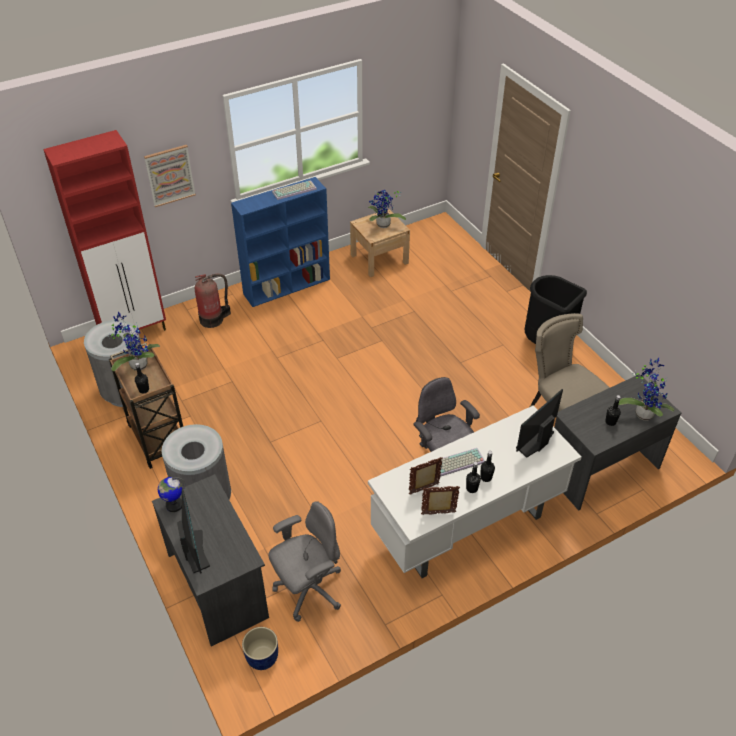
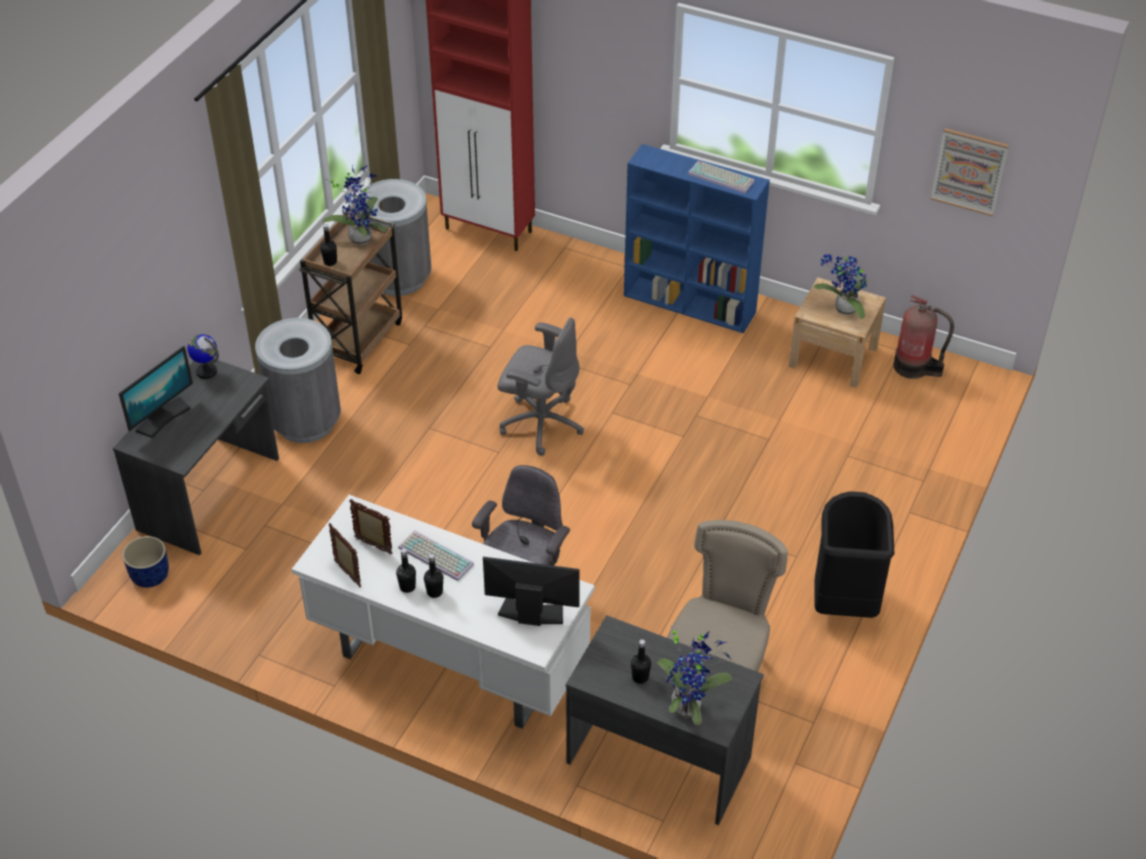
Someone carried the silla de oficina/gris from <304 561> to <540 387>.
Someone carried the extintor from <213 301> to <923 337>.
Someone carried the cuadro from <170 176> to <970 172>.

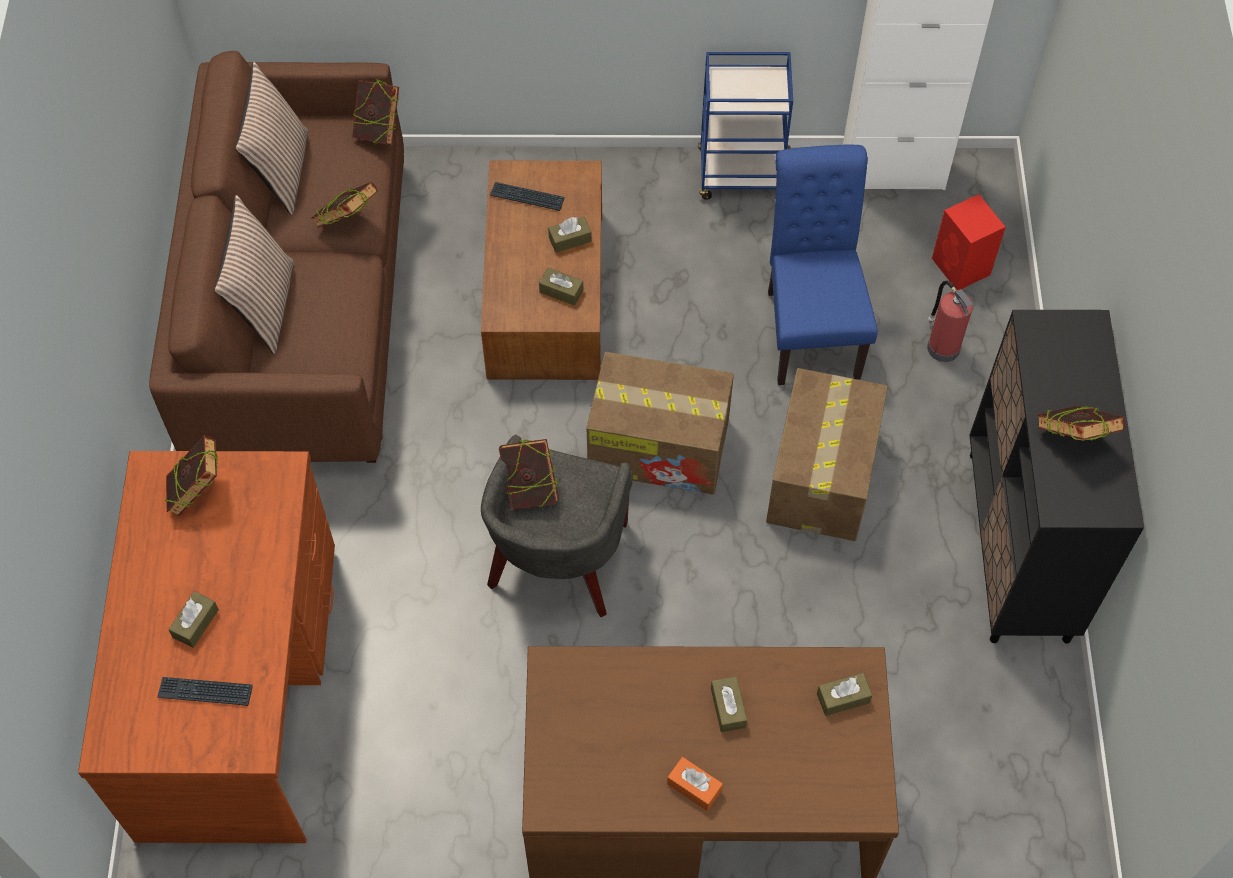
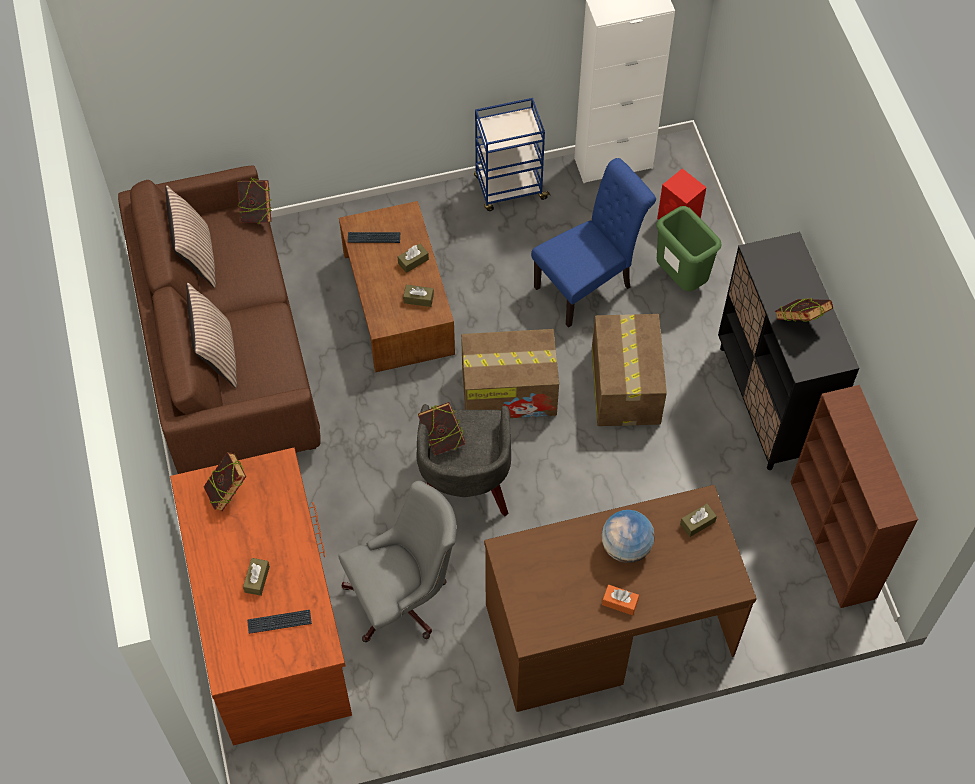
Someone put down the silla de oficina/gris at <398 561>.
Someone rotated the silla/azul at <823 265> by 75 degrees clockwise.
Someone swapped the caja de pañuelos/marrón at <729 704> for the globo terráqueo at <628 536>.
Someone swapped the extintor at <950 321> for the papelera/verde at <689 248>.
Someone put down the estantería/marrón at <854 496>.
Someone took away the libro at <344 205>.

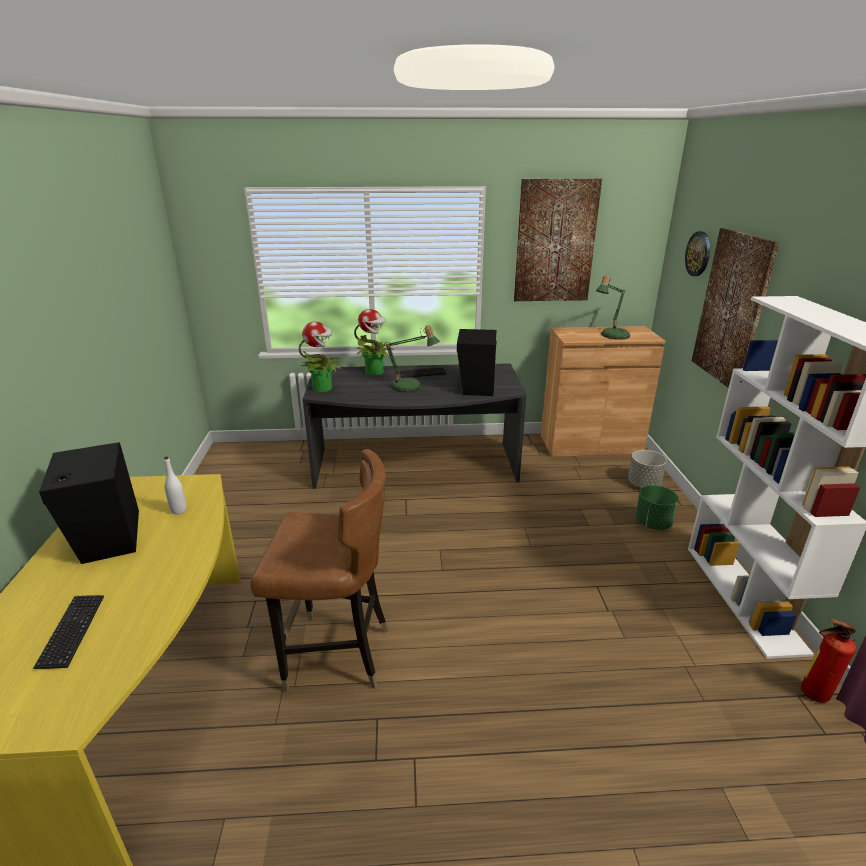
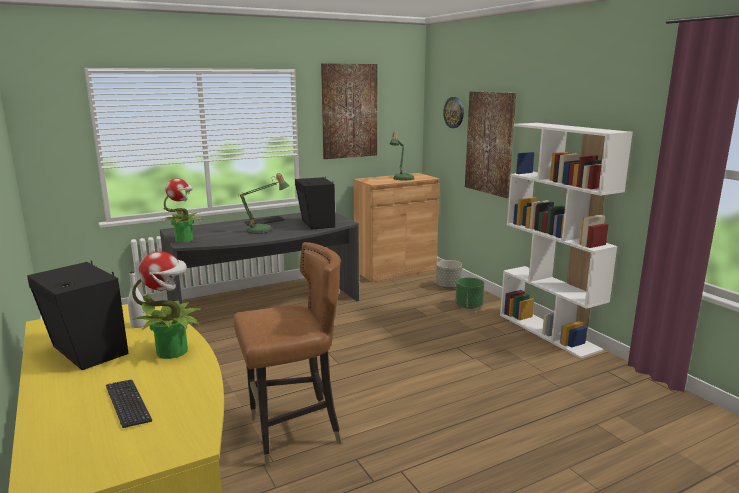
Someone carried the planta en maceta from <373 342> to <167 305>.
Someone took away the extintor at <828 660>.

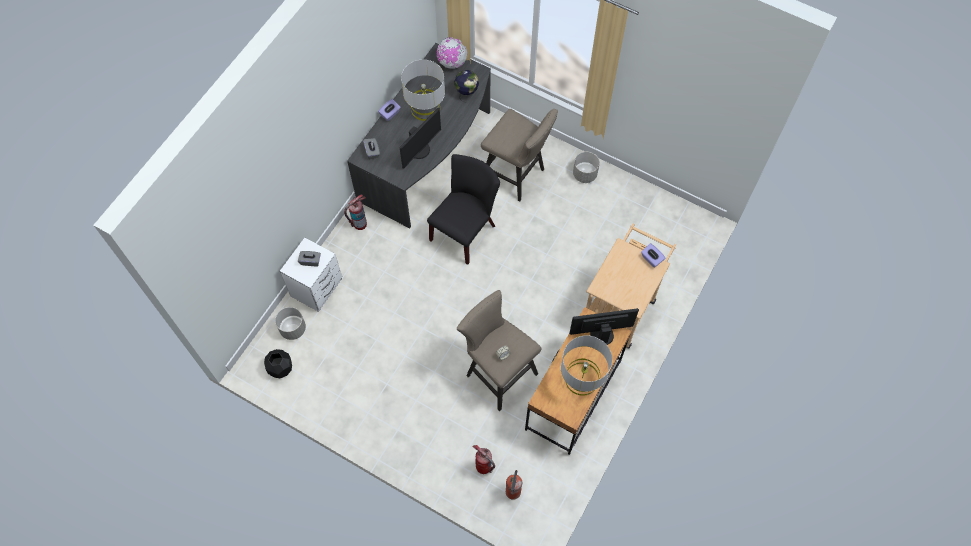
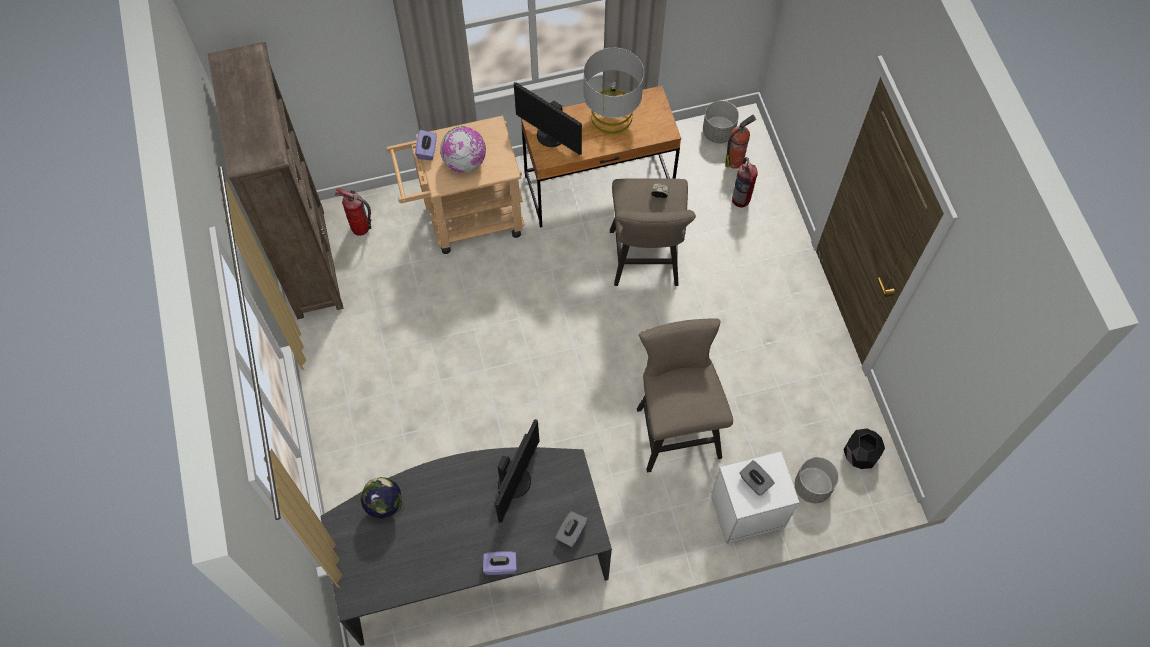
Someone put down the estantería/marrón at <276 180>.
Someone carried the extintor from <355 212> to <353 212>.
Someone carried the globo terráqueo from <452 53> to <463 149>.
Someone rotated the monitor at <420 138> by 120 degrees clockwise.
Someone carried the taburete/beis from <519 155> to <685 395>.
Someone carried the maceta/gris from <586 167> to <721 122>.
Someone took away the lámpara de mesa/gris at <423 90>.
Someone took away the silla/negro at <463 209>.

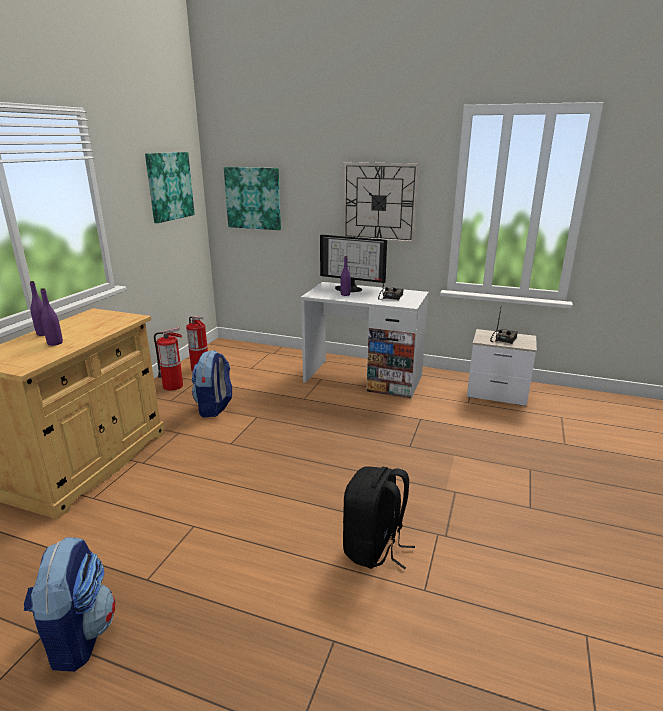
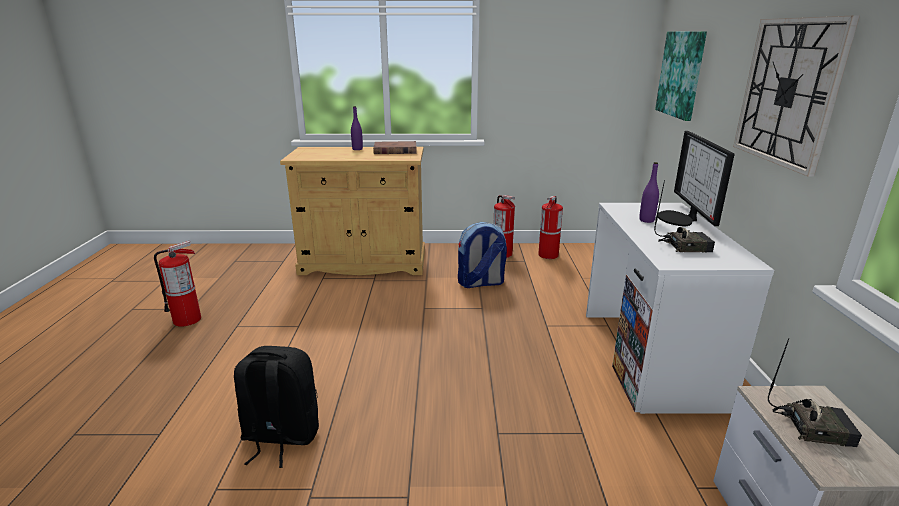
Someone swapped the mochila at <69 604> for the extintor at <177 284>.
Someone put down the libro/marrón at <395 147>.
Someone took away the botella/morado at <51 317>.
Someone took away the cuadro at <170 187>.

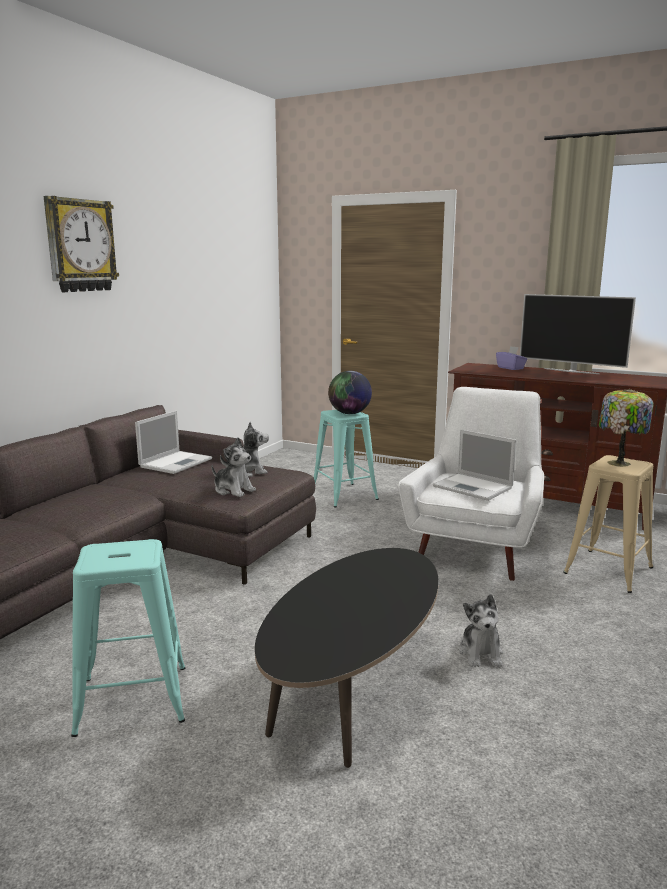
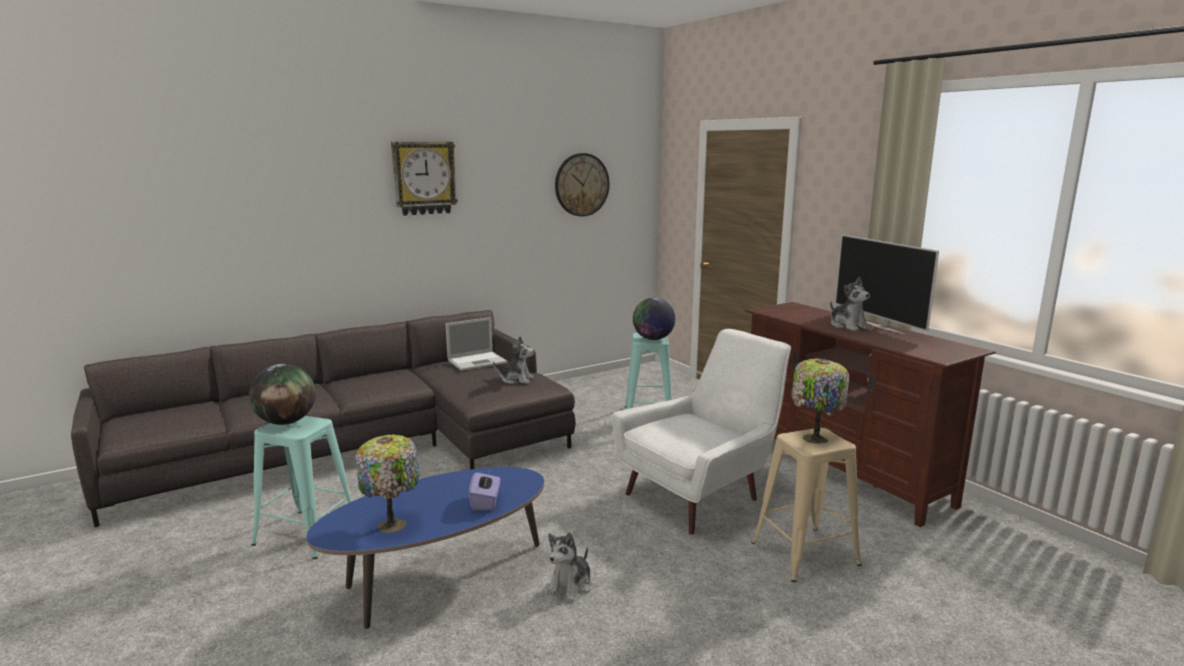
Someone put down the globo terráqueo at <282 394>.
Someone repainted the mesa de centro/negro at <347 658>, which became the mesa de centro/azul at <425 548>.
Someone put down the lámpara de mesa at <388 484>.
Someone carried the caja de pañuelos/morado from <511 358> to <484 491>.
Someone put up the reloj de pared at <582 184>.
Someone carried the peluche from <234 467> to <850 304>.
Someone took away the portátil at <475 465>.

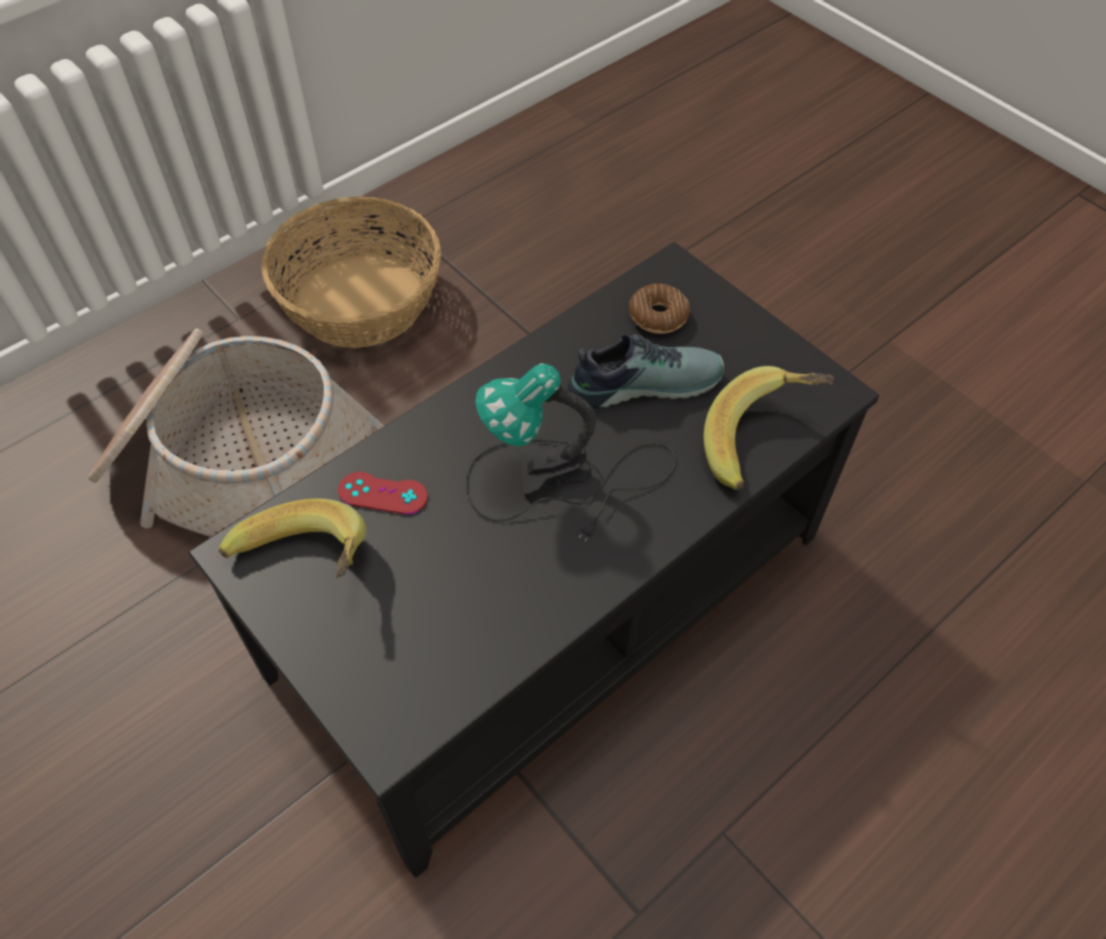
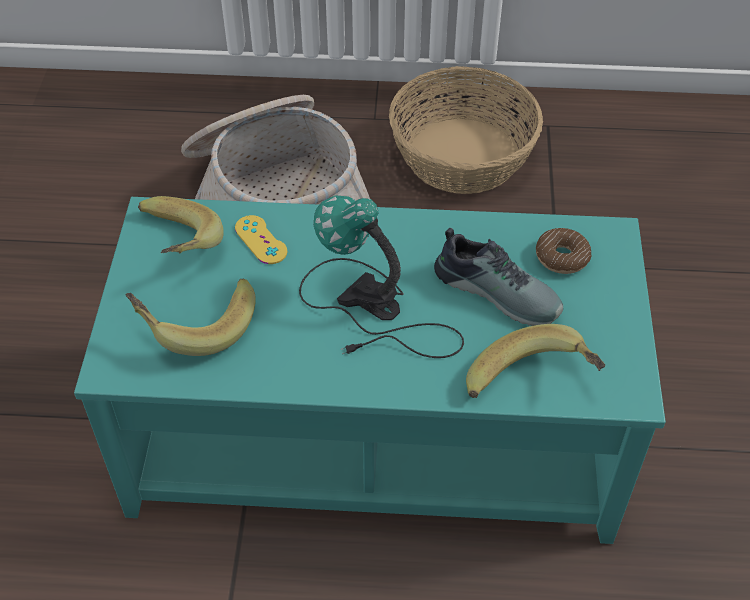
Someone repainted the mesa de centro/negro at <533 560>, which became the mesa de centro/turquesa at <370 370>.
Someone put down the plátano at <190 317>.
Someone repainted the mando de consola/rojo at <383 493>, which became the mando de consola/amarillo at <261 239>.

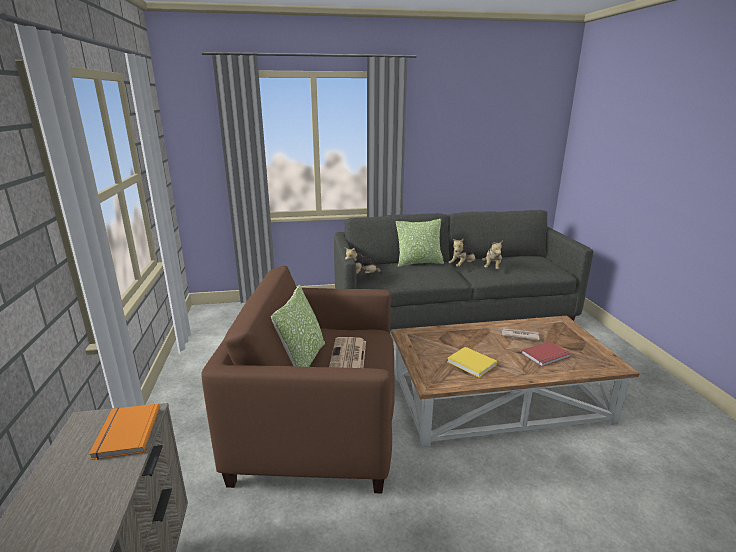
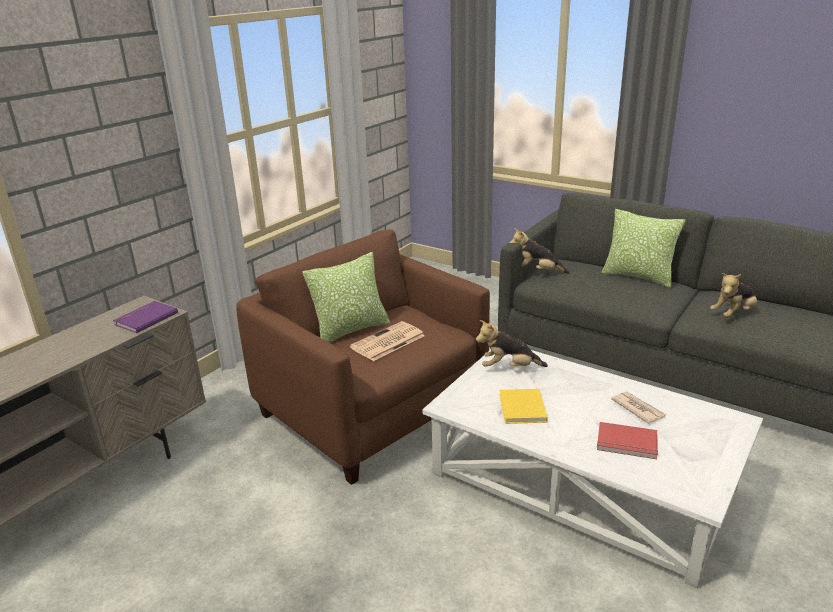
Someone repainted the libro/naranja at <124 432>, which became the libro/morado at <145 317>.
Someone repainted the mesa de centro/marrón at <515 382>, which became the mesa de centro/blanco at <593 469>.
Someone carried the peluche from <462 253> to <512 343>.

